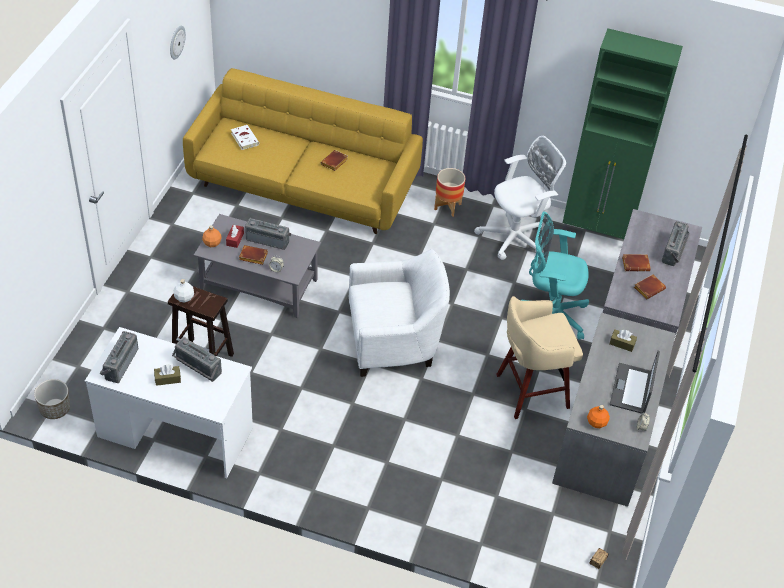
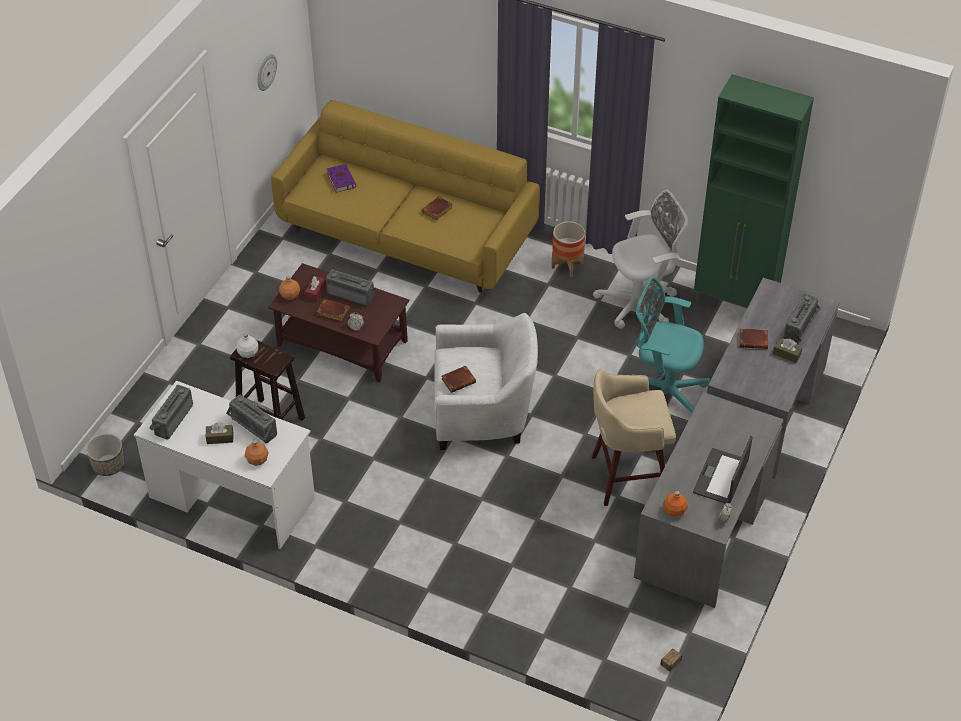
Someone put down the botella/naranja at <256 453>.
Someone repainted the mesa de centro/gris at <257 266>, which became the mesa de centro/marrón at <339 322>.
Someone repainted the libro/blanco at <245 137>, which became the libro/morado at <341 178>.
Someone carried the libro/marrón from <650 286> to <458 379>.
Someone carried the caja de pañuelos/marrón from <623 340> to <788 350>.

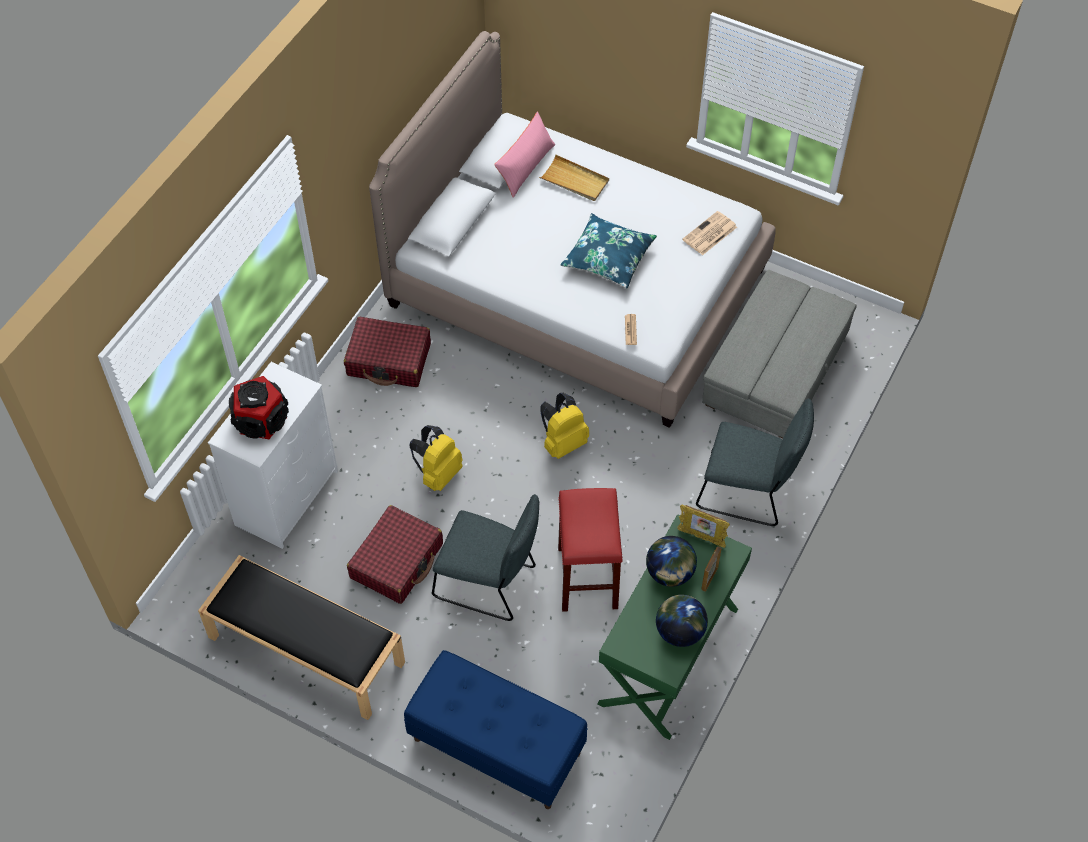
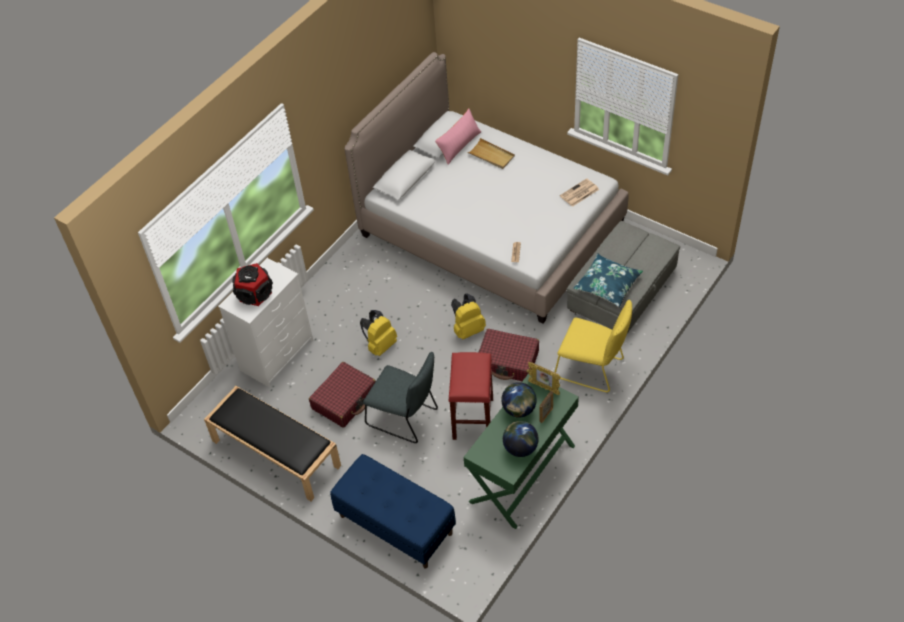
Someone carried the maleta/rojo from <387 352> to <509 355>.
Someone repainted the silla/gris at <755 462>, which became the silla/amarillo at <593 346>.
Someone carried the cojín/azul from <609 251> to <608 280>.

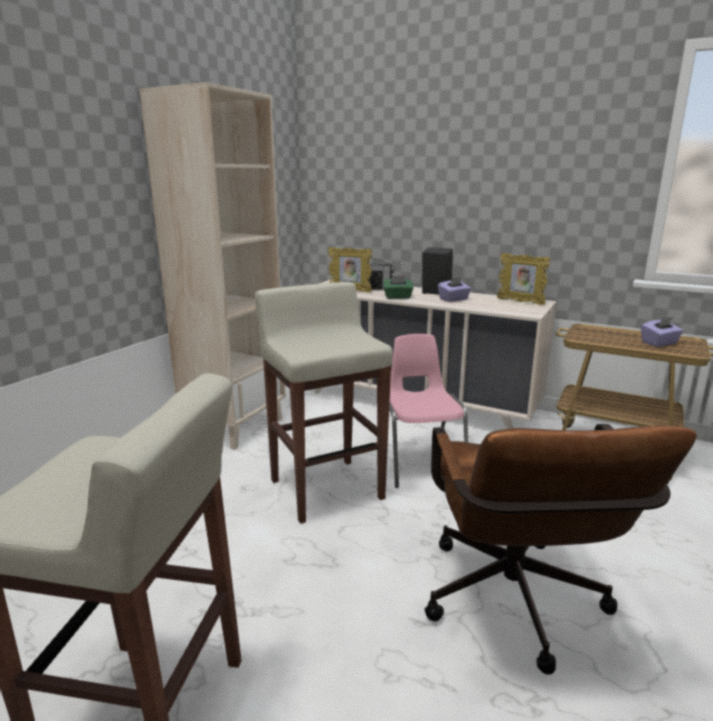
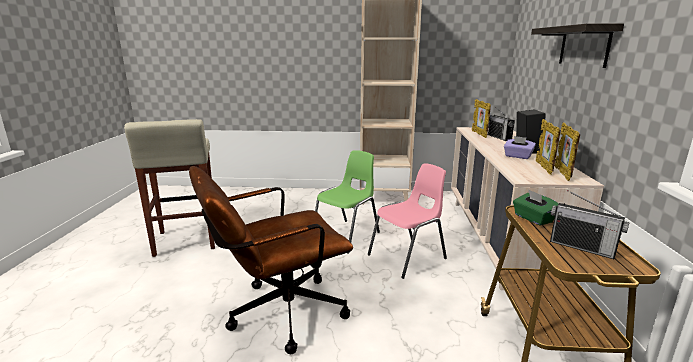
Someone swapped the taburete/beis at <324 403> for the silla/verde at <347 202>.
Someone carried the caja de pañuelos/verde from <398 287> to <536 207>.
Someone put up the estante at <577 45>.
Someone put down the portarretratos at <548 147>.
Someone swapped the caja de pañuelos/morado at <662 332> for the radio at <589 224>.

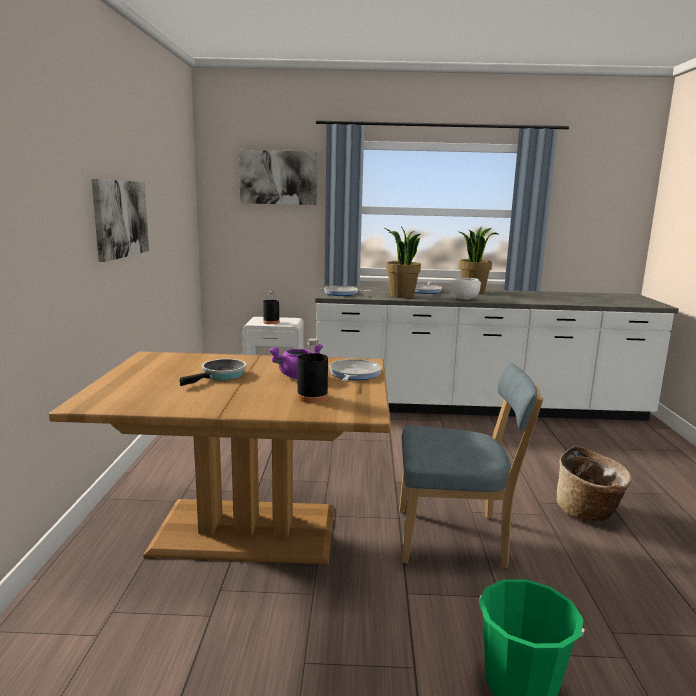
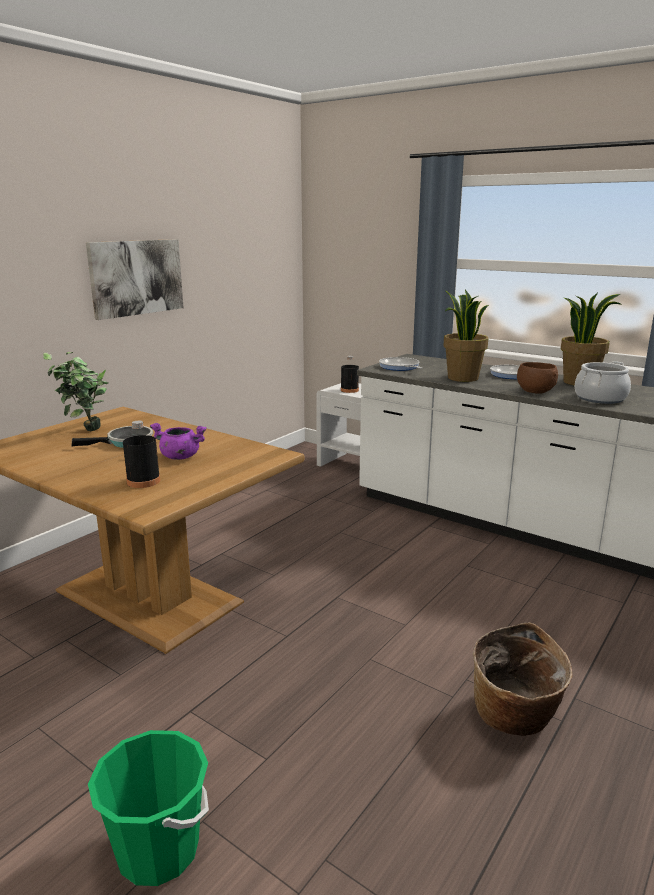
Someone put down the planta en maceta at <75 391>.
Someone repainted the cuenco/blanco at <466 289>, which became the cuenco/marrón at <537 378>.
Someone put down the olla at <603 382>.
Someone took away the cuadro at <278 177>.
Someone took away the sartén at <355 370>.
Someone took away the silla/azul at <472 465>.

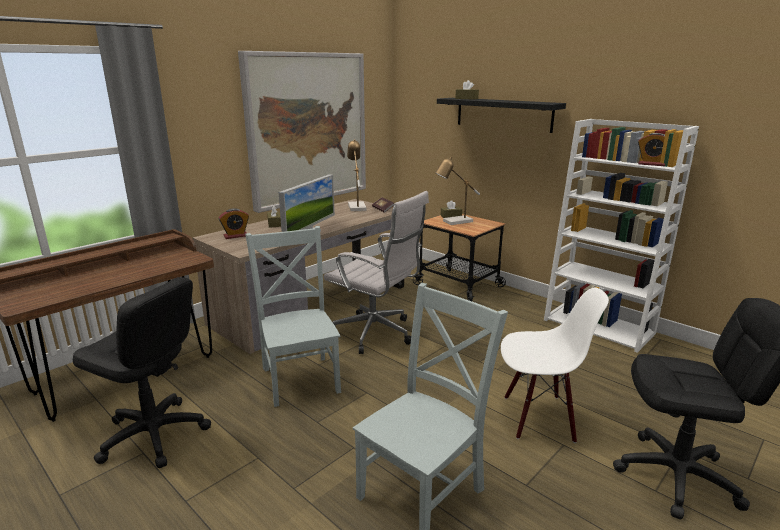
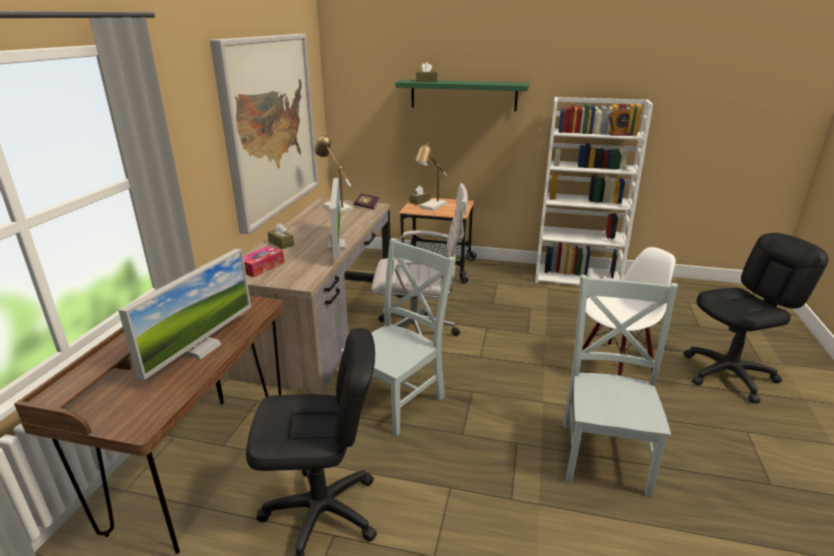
Someone put down the monitor at <184 314>.
Someone swapped the despertador at <234 223> for the caja de pañuelos at <263 261>.
Someone rotated the silla/gris at <293 316> by 90 degrees clockwise.
Someone repainted the estante/negro at <501 115>, which became the estante/verde at <462 95>.

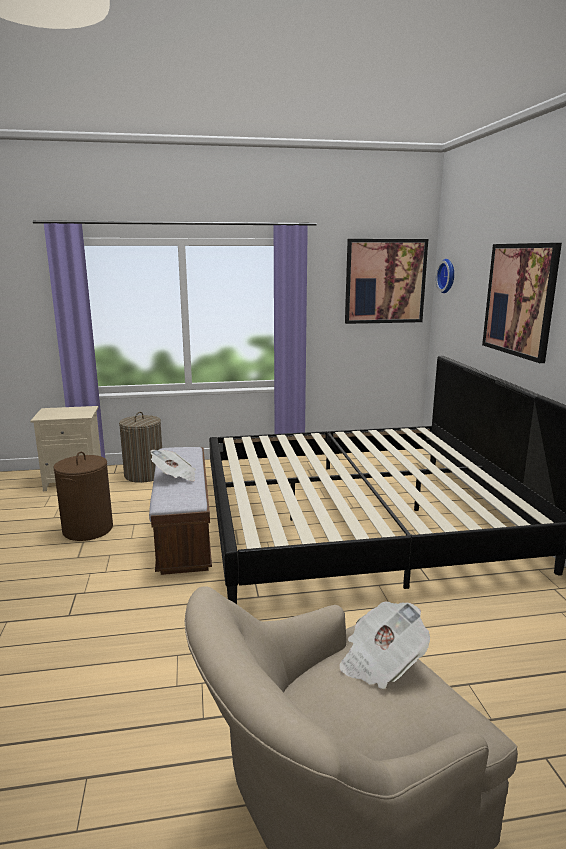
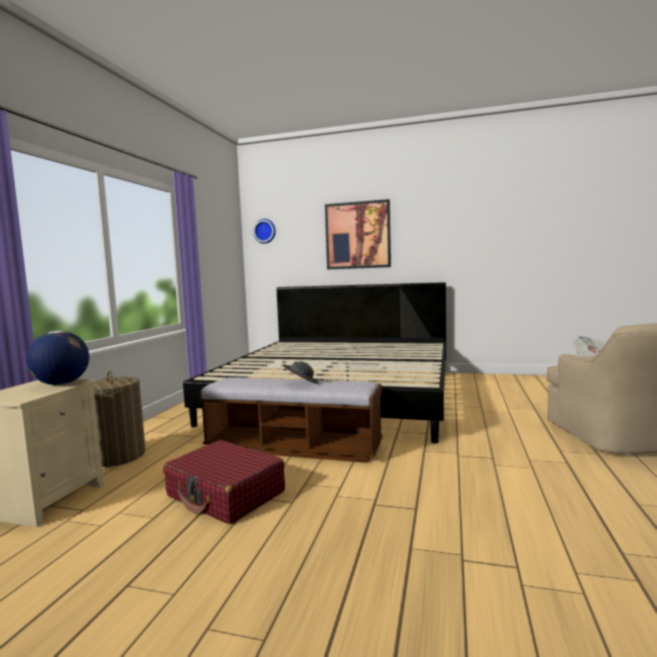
Someone put down the globo terráqueo at <57 358>.
Someone swapped the cesto de la ropa/marrón at <83 496> for the maleta/rojo at <224 482>.
Someone swapped the periódico at <173 465> for the sombrero/gris at <301 372>.
Someone took away the cuadro at <386 281>.

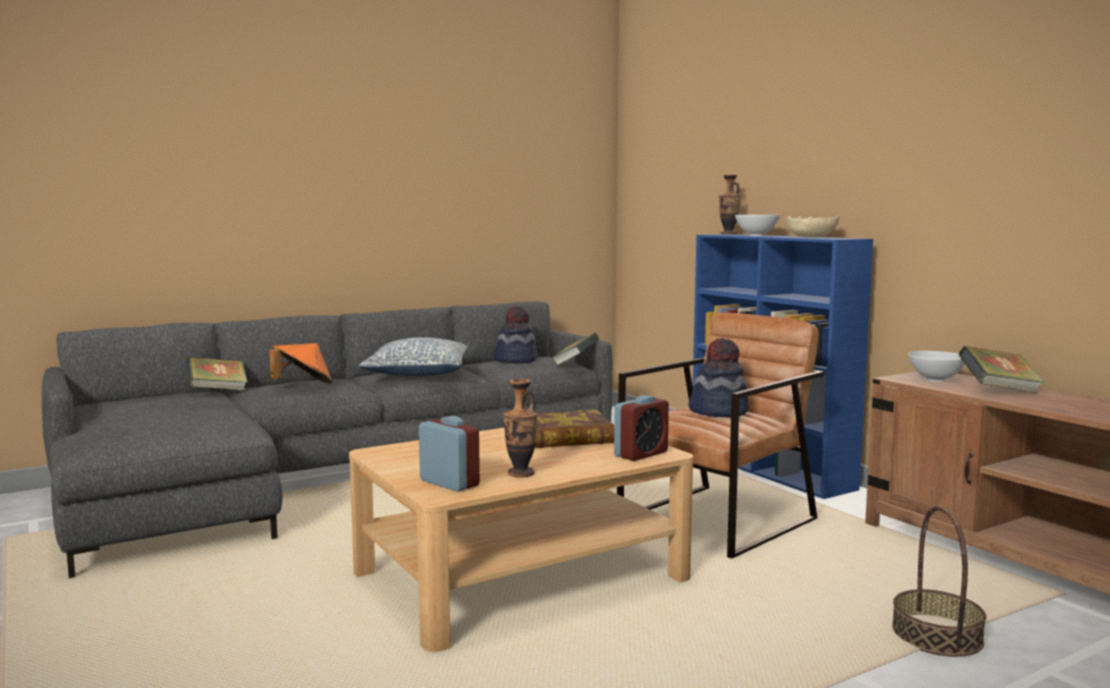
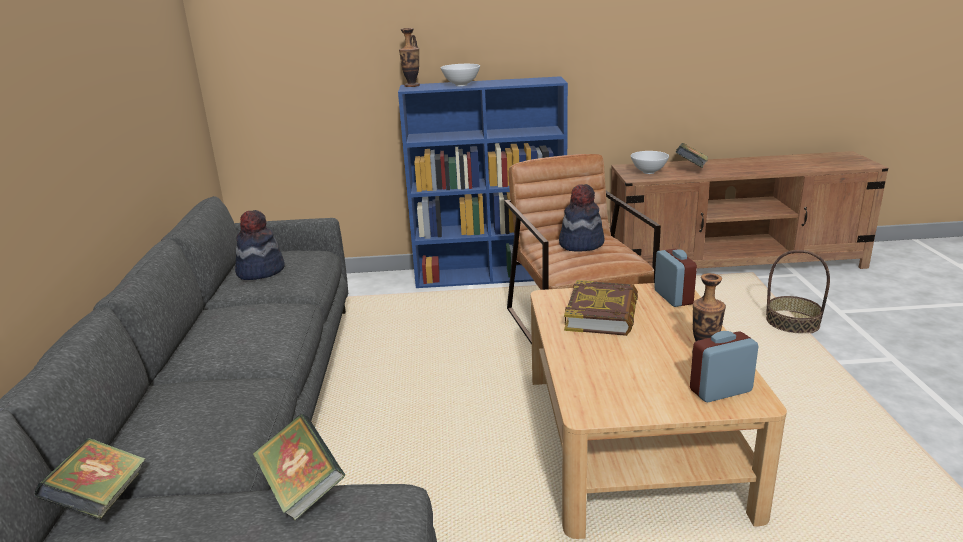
Someone carried the libro from <575 349> to <298 467>.
Someone took away the sombrero/naranja at <300 363>.
Someone took away the cojín at <413 356>.
Someone took away the cuenco/beis at <812 226>.

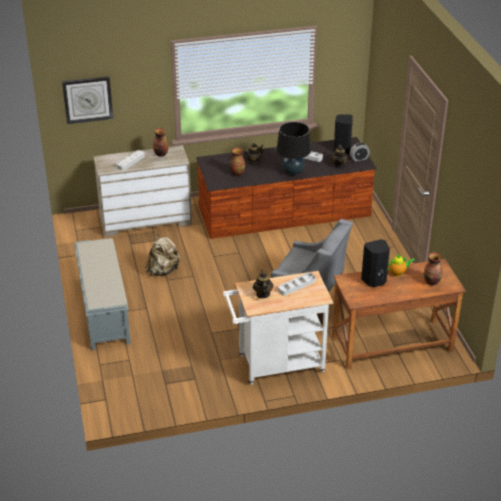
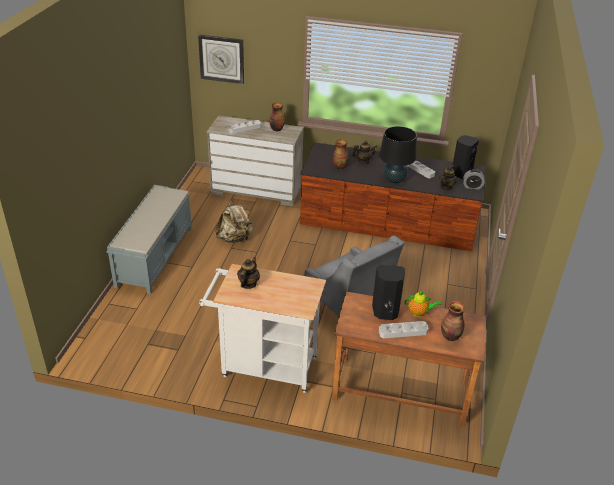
Someone carried the bandeja/gris from <296 284> to <404 329>.

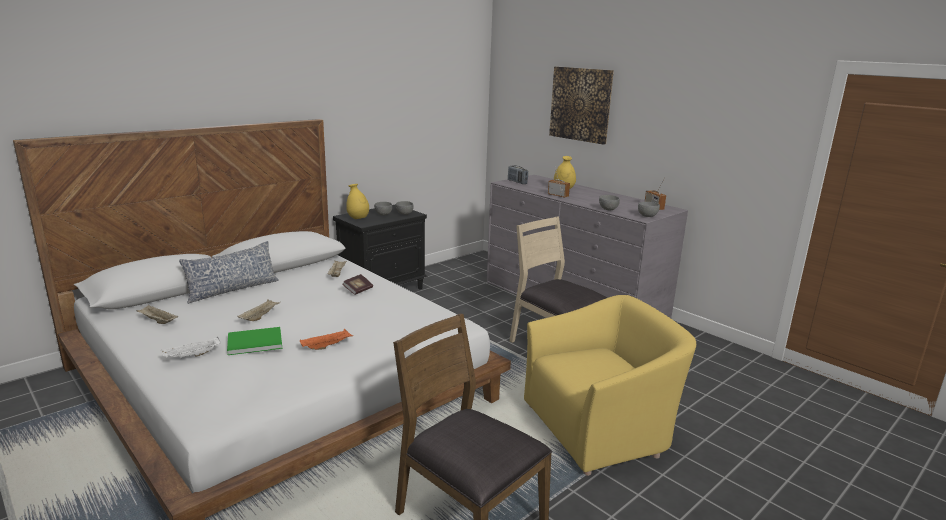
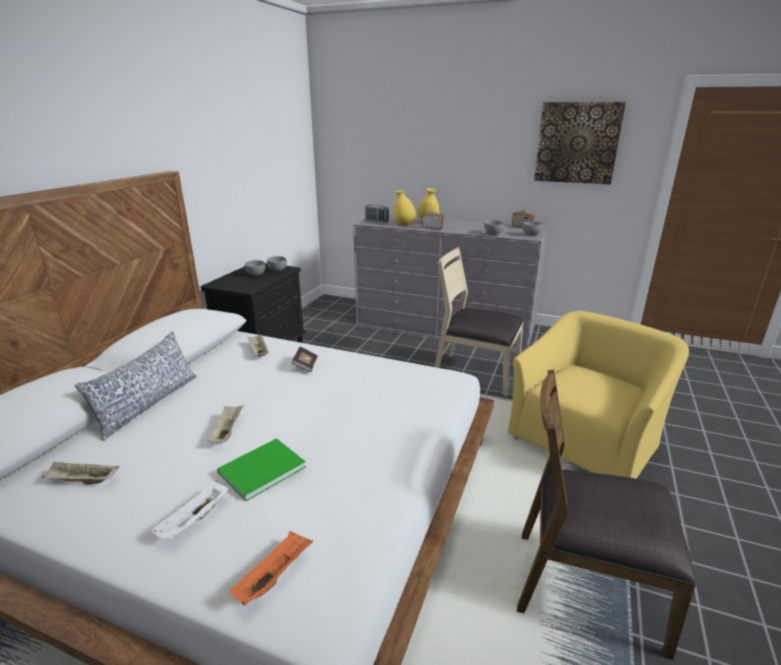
Someone carried the bandeja/naranja from <326 339> to <271 568>.
Someone carried the florero/amarillo from <357 201> to <405 208>.
Someone carried the cuadro from <581 106> to <580 143>.

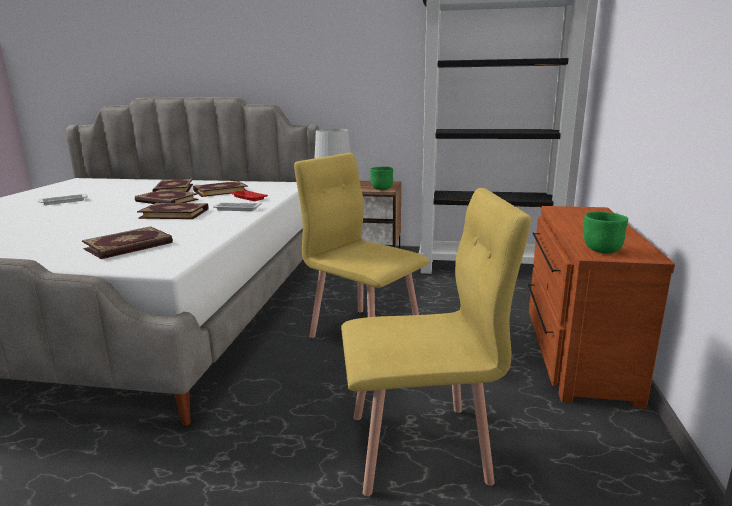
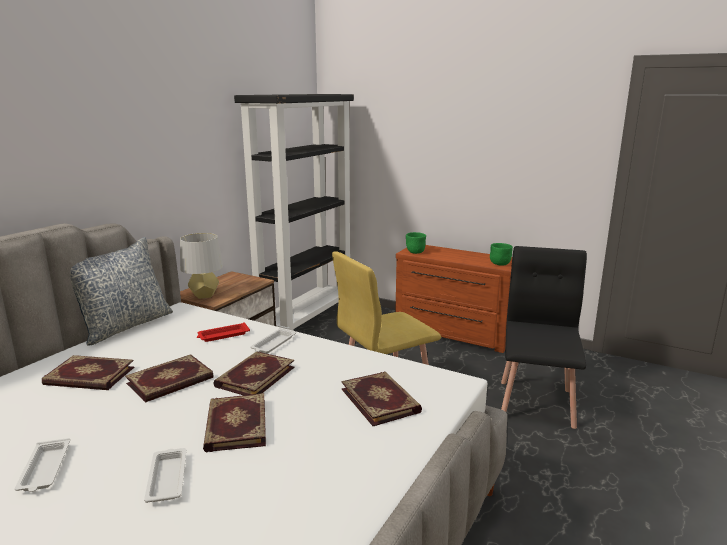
Someone put down the cojín at <121 291>.
Someone put down the bandeja/blanco at <165 475>.
Someone carried the libro from <220 189> to <234 422>.
Someone carried the cuenco/verde from <381 178> to <416 243>.
Someone repainted the silla/amarillo at <436 342>, which became the silla/negro at <544 337>.

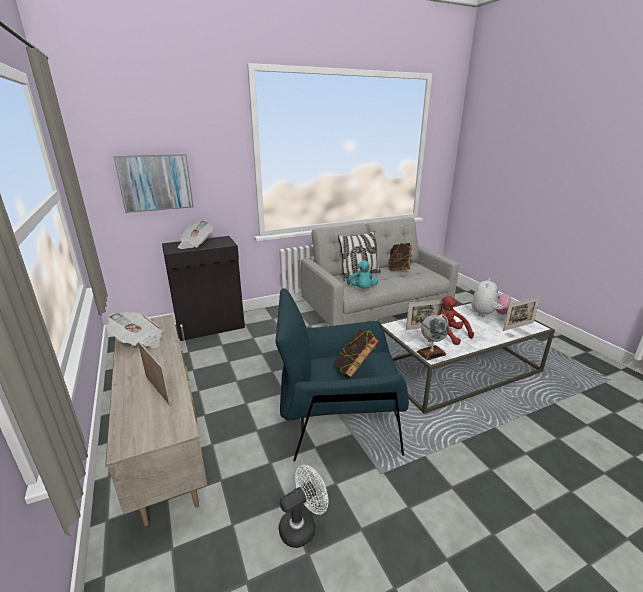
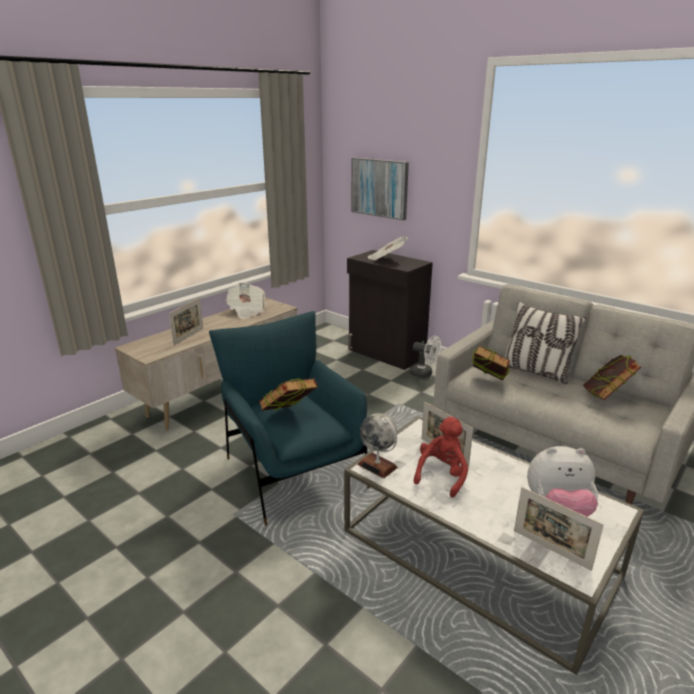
Someone carried the ventilador/blanco from <303 506> to <426 357>.
Someone swapped the peluche/turquesa at <362 274> for the libro at <491 363>.

